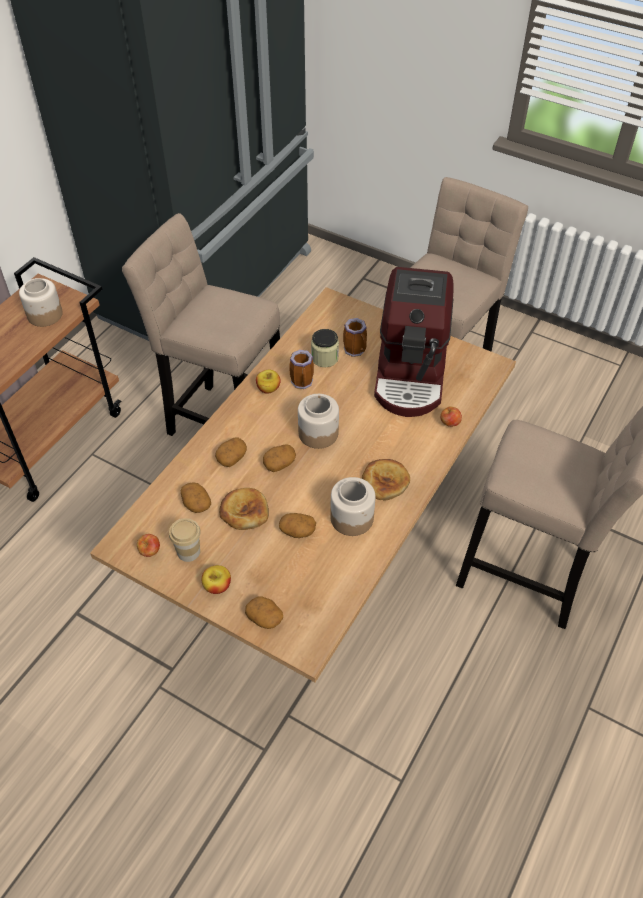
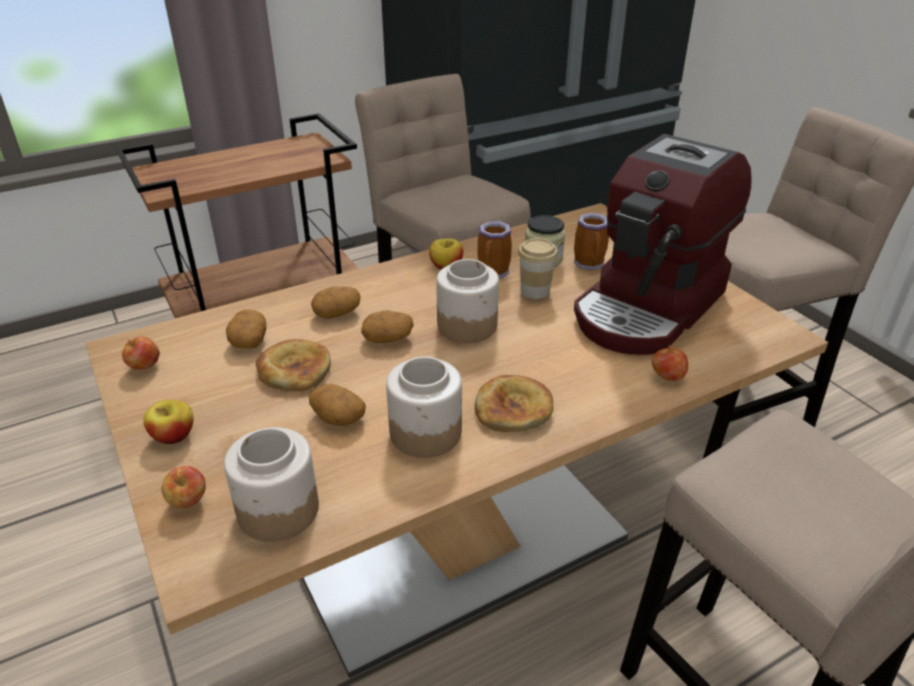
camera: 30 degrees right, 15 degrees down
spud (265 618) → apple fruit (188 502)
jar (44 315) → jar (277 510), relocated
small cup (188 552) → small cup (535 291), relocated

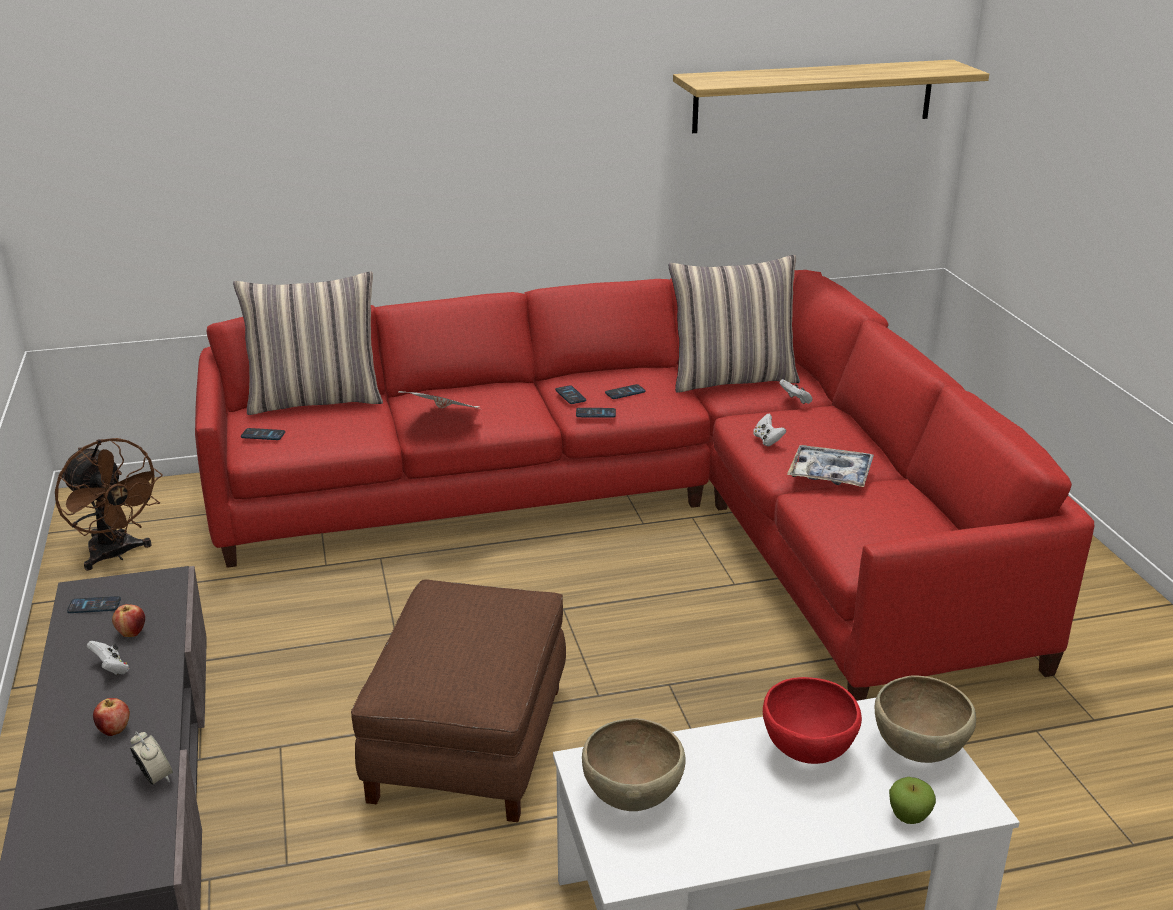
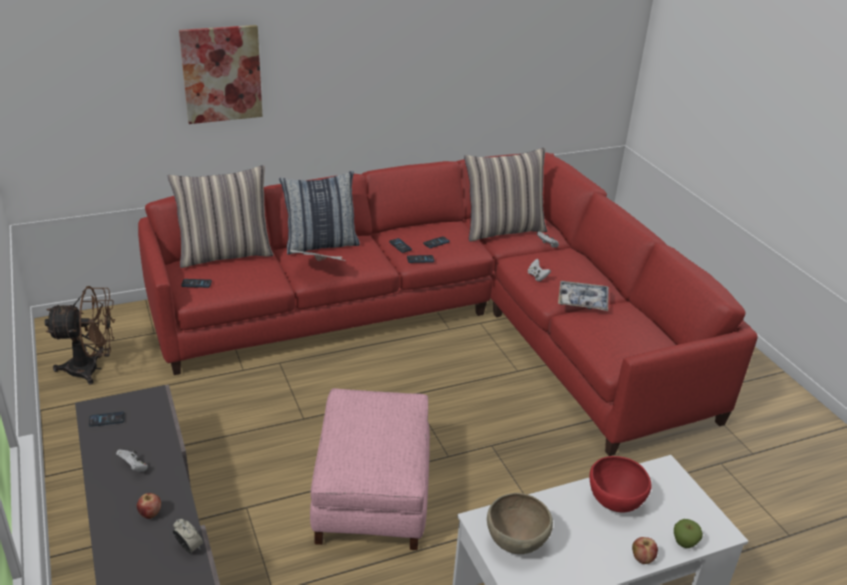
camera: 10 degrees left, 5 degrees up
electric fan in brown-coloured (116 555) → electric fan in brown-coloured (91 369), 45 degrees counterclockwise
- → wall art (221 74)
- → cushion (321 244)
pouffe in brown-coloured (470 743) → pouffe in pinkish (373 496)
apple fruit (131 633) → apple fruit (642 558), relocated
shelf (814 96) → -
deep dish in brown-coloured (918 751) → -

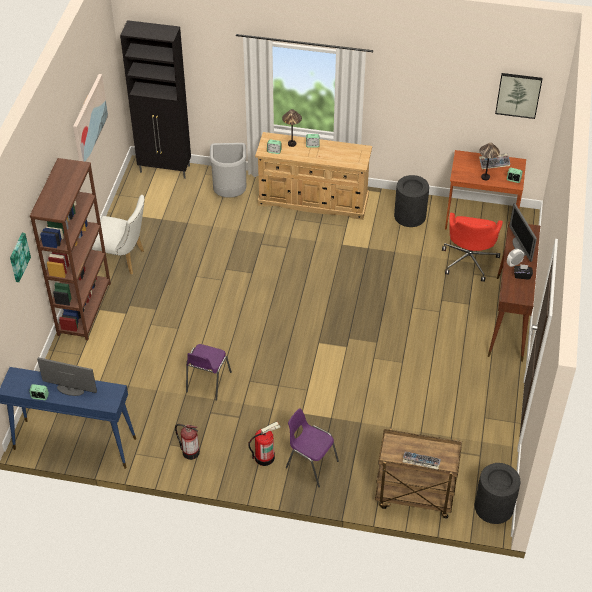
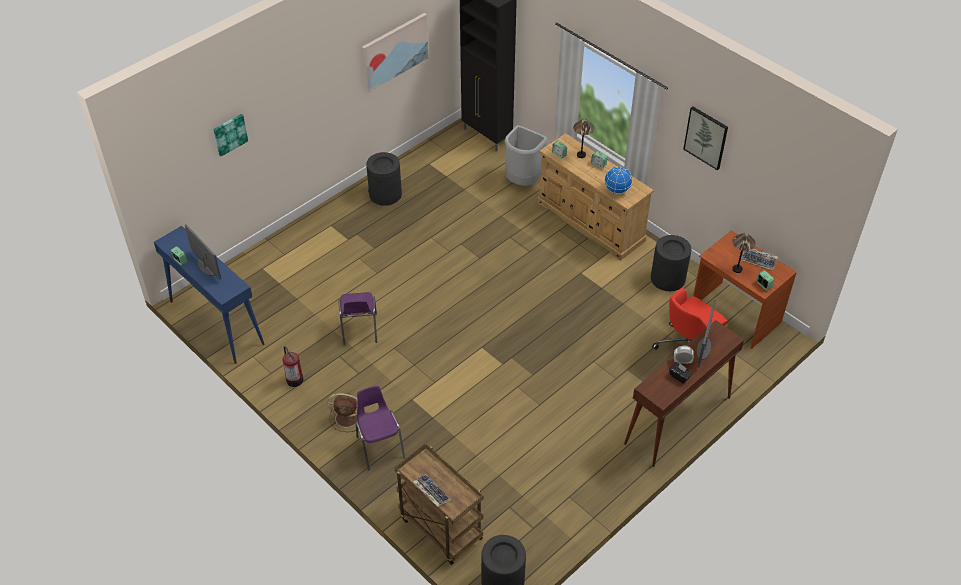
camera: 35 degrees right, 0 degrees up
fire extinguisher (264 457) → electric fan in brown-coloured (348 418)
chair in purplish (207 383) → chair in purplish (359 330), 60 degrees counterclockwise
chair in whitish (123 259) → waste bin in black-coloured (385 194)
- → world globe (617 190)
wall art (518 95) → wall art (706 137), relocated
bookshelf in brown-coloured (84 309) → -

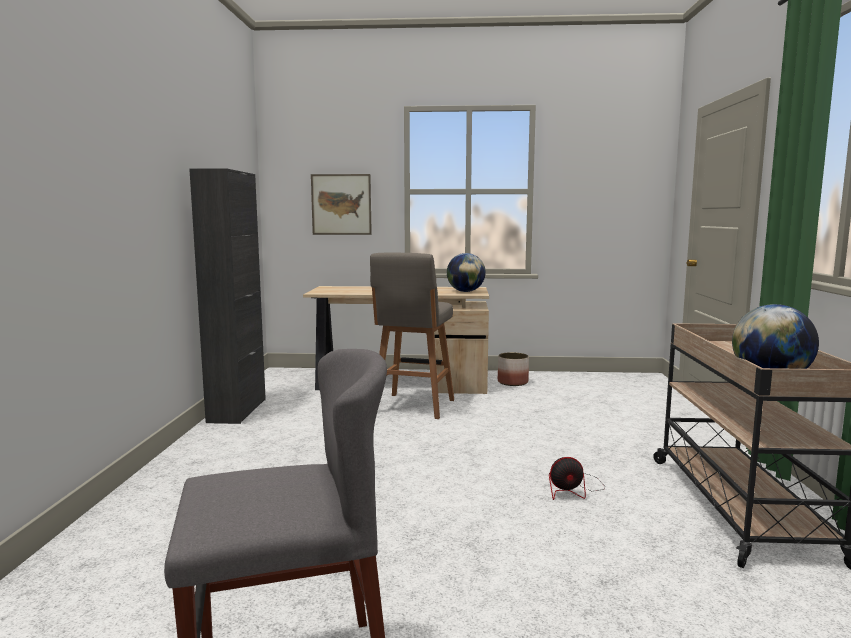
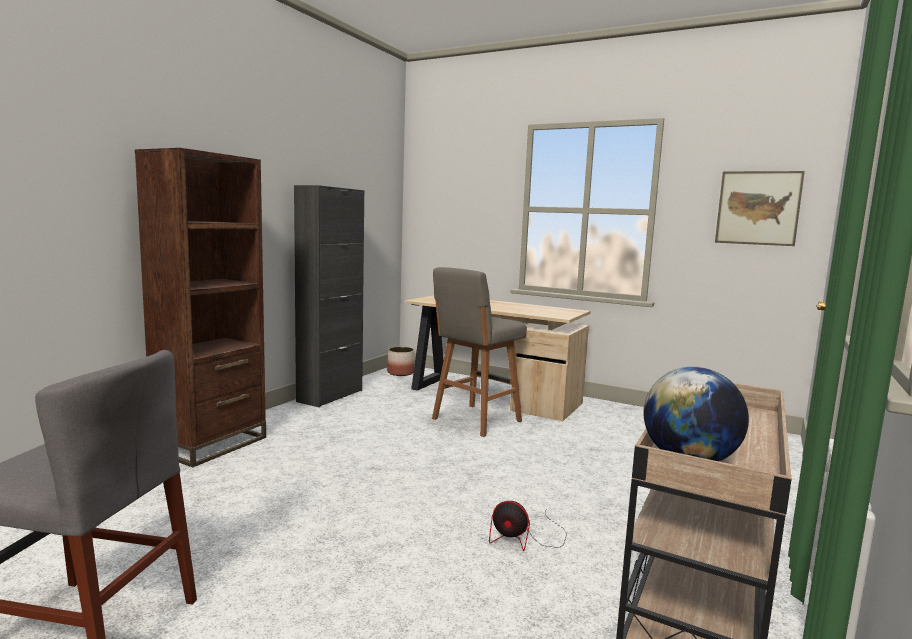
camera: 25 degrees right, 0 degrees up
- → bookshelf in brown-coloured (211 445)
planter (513 382) → planter (401 373), relocated
wall art (341 204) → wall art (758 208), relocated
world globe (465 291) → -

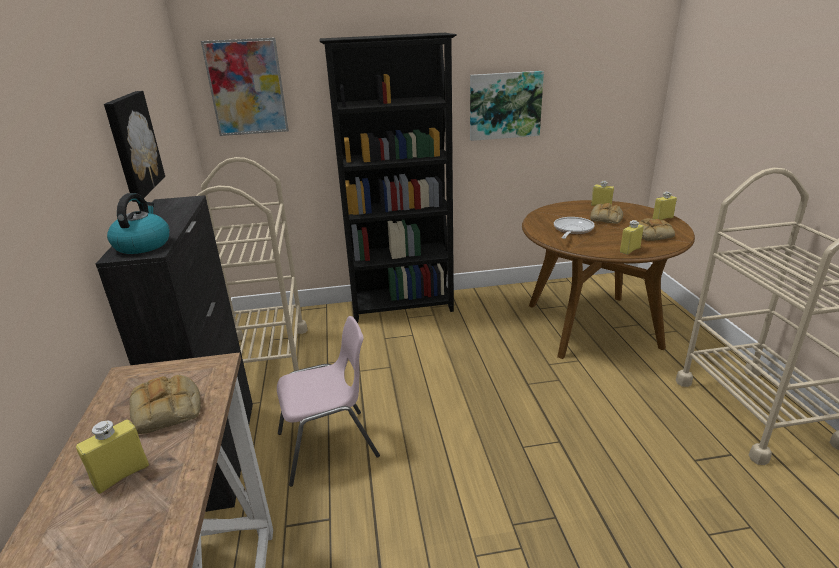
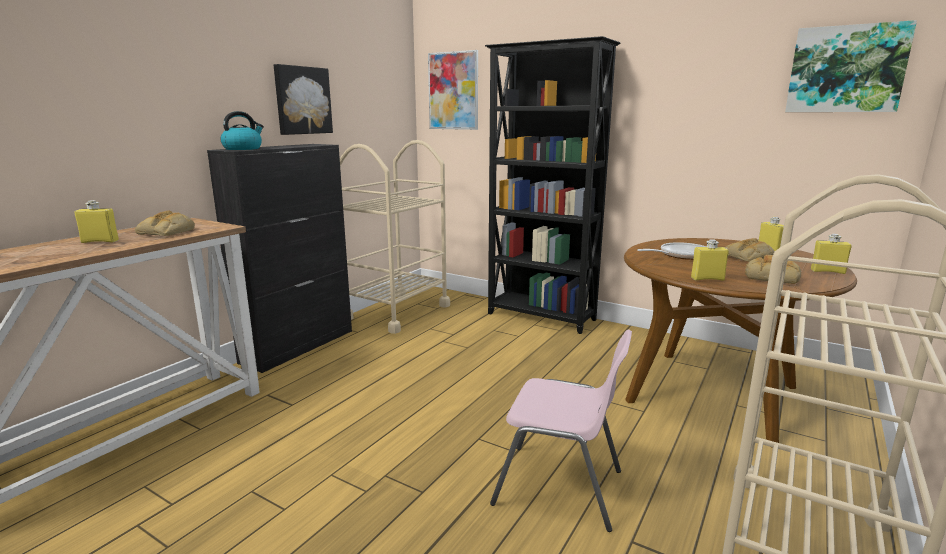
camera: 40 degrees right, 10 degrees down
chair in pinkish (329 445) → chair in pinkish (560 487), relocated
wall art (505 105) → wall art (846 69), relocated

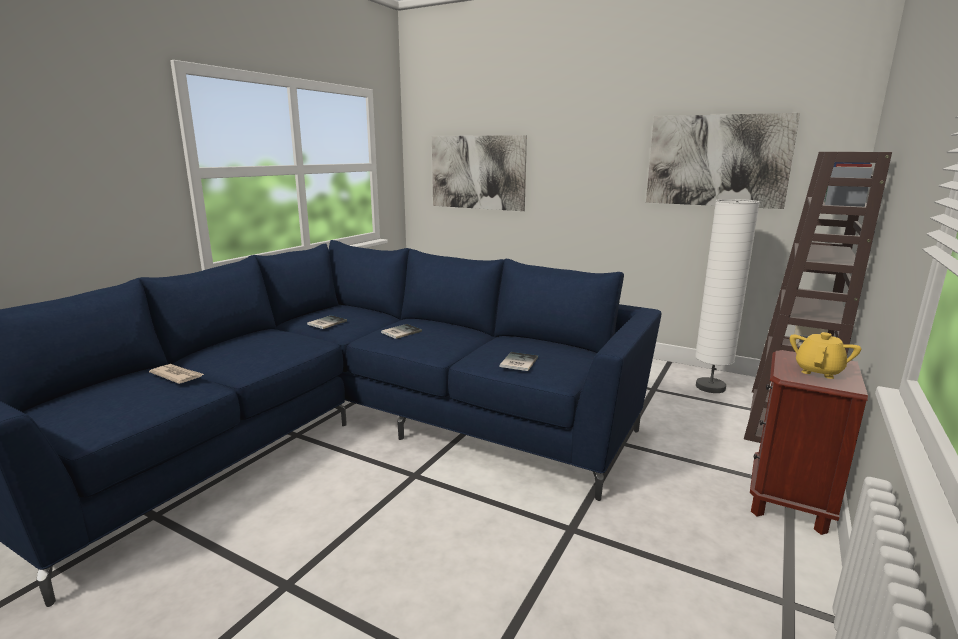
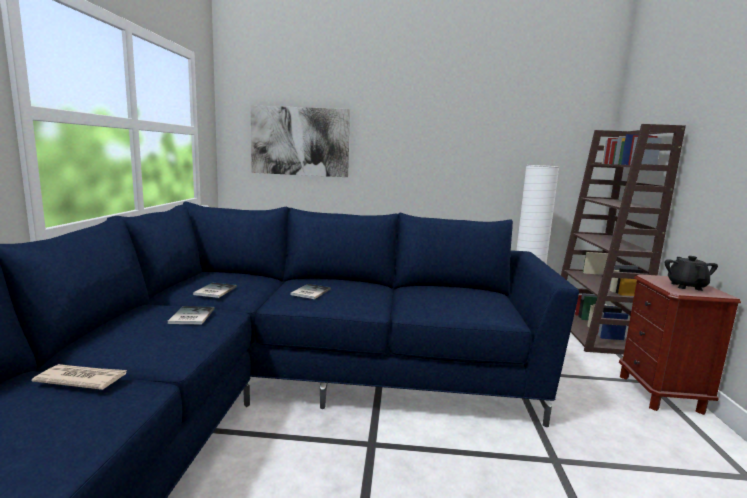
camera: 25 degrees left, 5 degrees down
book (517 362) → book (190 316), relocated
tea pot in yellowish (818 371) → tea pot in black-coloured (686 286)
wall art (717 161) → -

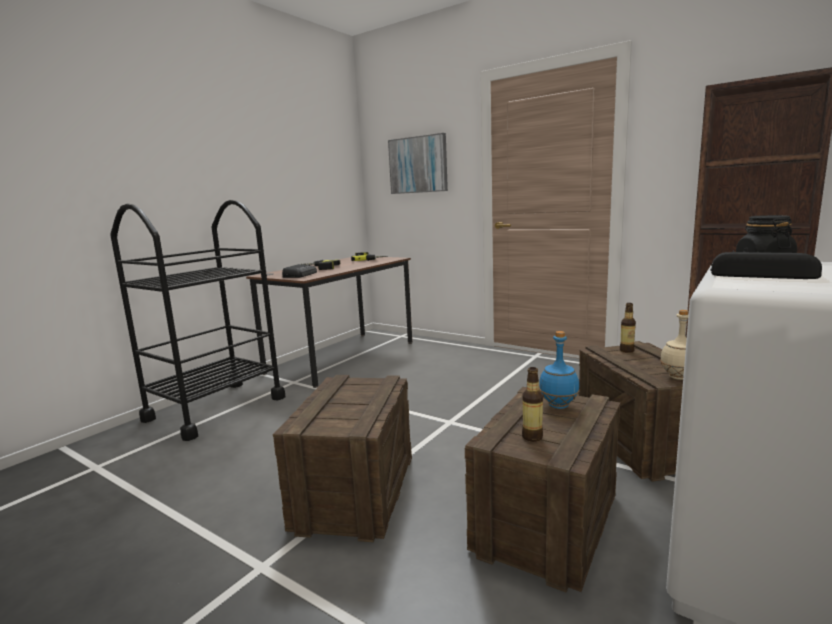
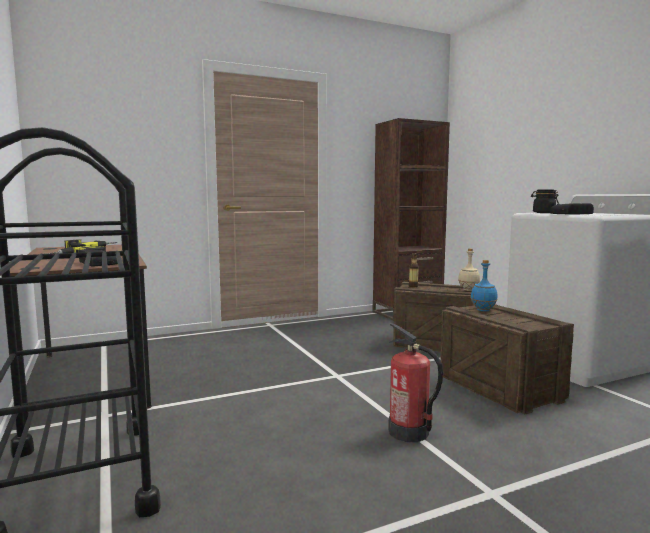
camera: 60 degrees left, 5 degrees down
shipping crate (355 492) → fire extinguisher (409 432)
wall art (418 165) → -
drink bottle (532 437) → -

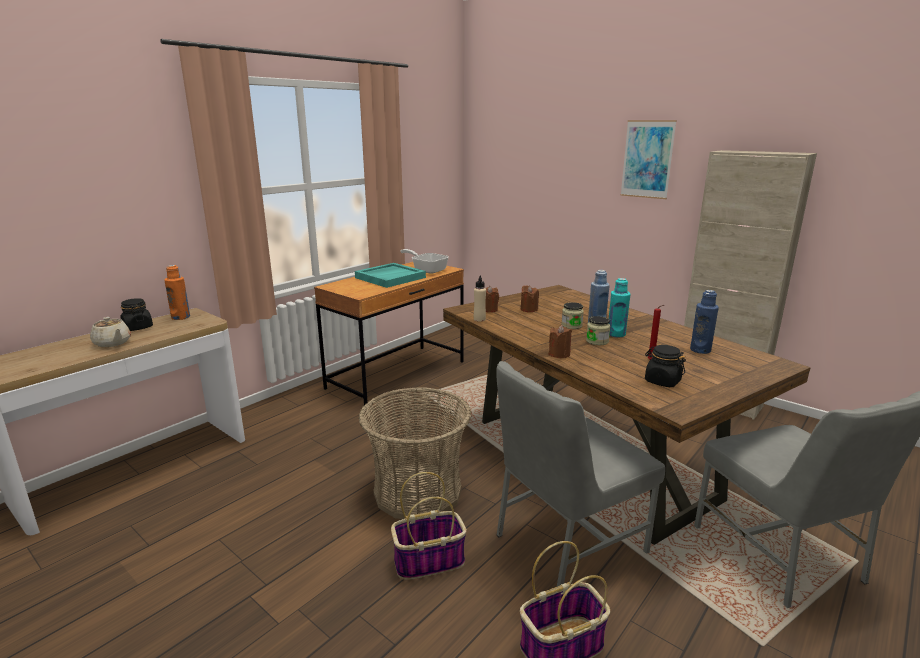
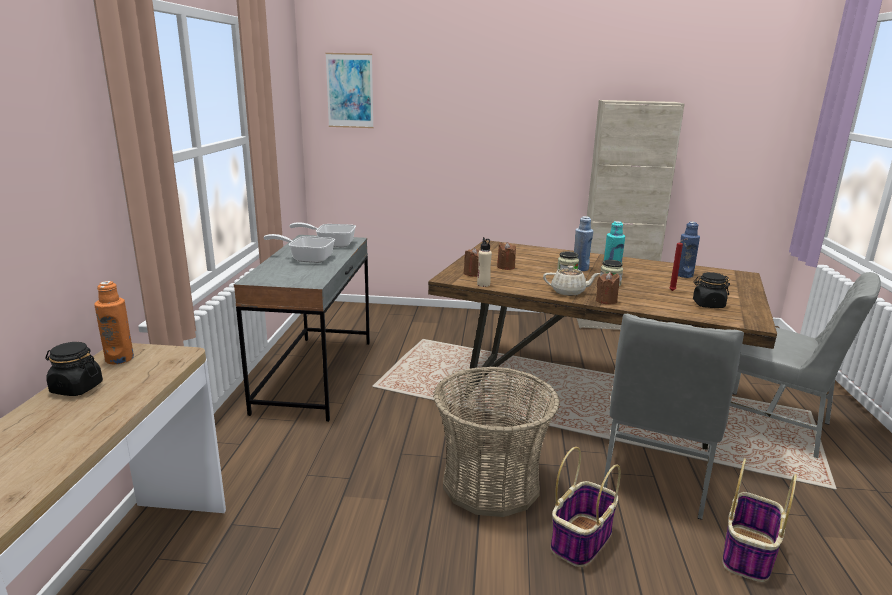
camera: 35 degrees left, 0 degrees up
desk unit in brown-coloured (397 375) → desk unit in grey (316 375)
serving tray in turquoise-coloured (390 277) → skillet (307 258)
wall art (647 159) → wall art (350 91), relocated
tea pot in beige-coloured (112 343) → tea pot in beige-coloured (569 292), relocated

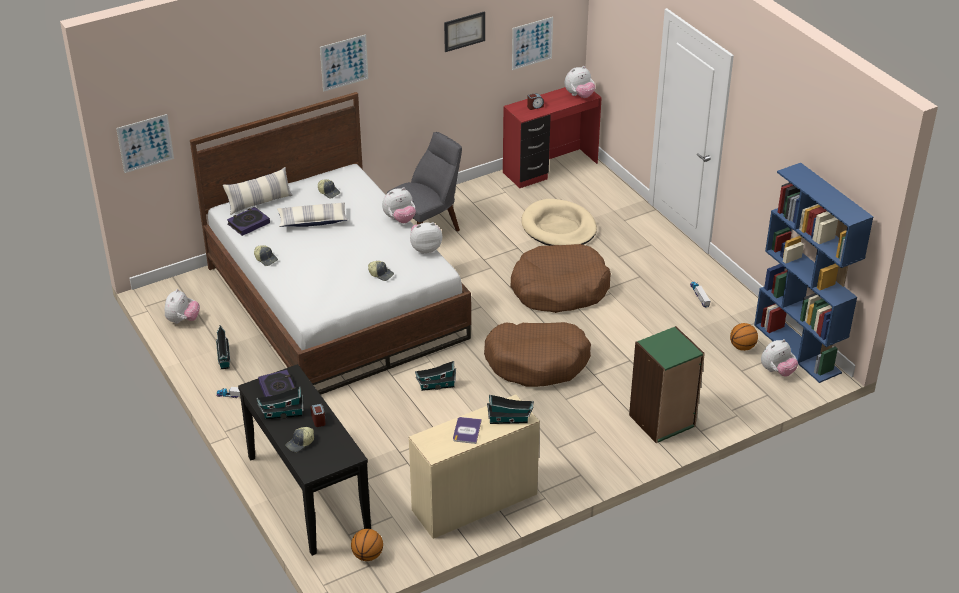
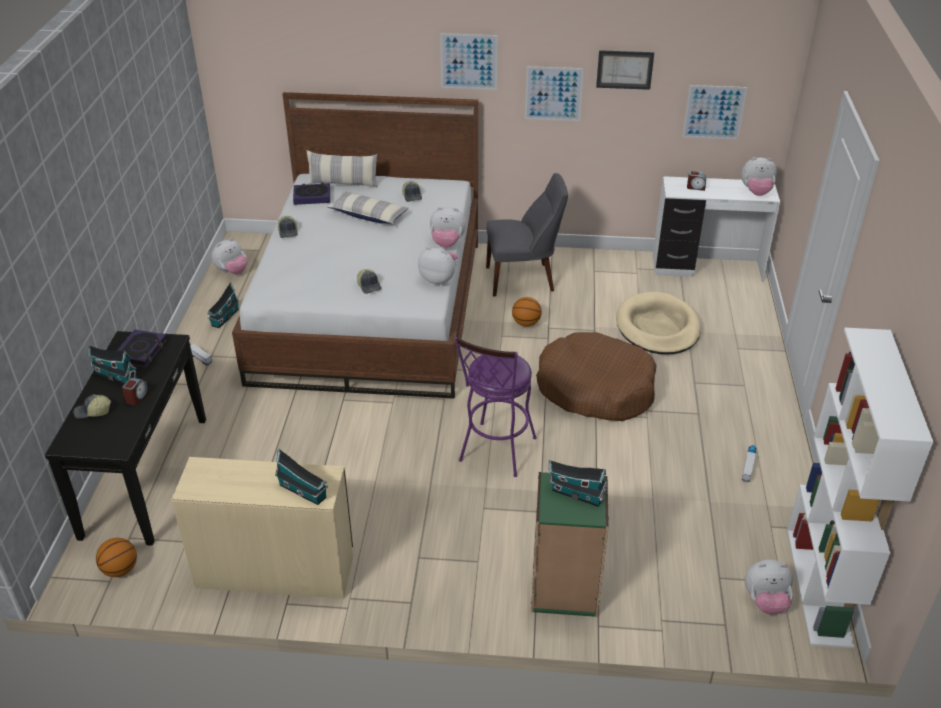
camera: 35 degrees right, 0 degrees up
dog cushion in brown-coloured (537 362) → stool in purplish (495 453)
ball for basketball (742 347) → ball for basketball (526 323), relocated
wall art (145 143) → wall art (553 93), relocated
miniature house (435 386) → miniature house (575 493), relocated
desk unit in reddish (551 168) → desk unit in whitish (707 268)
bookshelf in blue-coloured (798 348) → bookshelf in whitish (819 586)
book (467 431) → -

